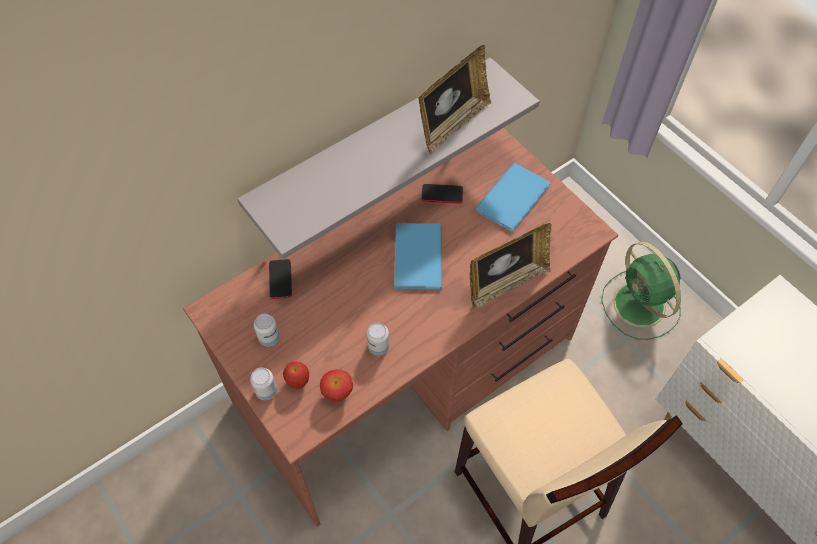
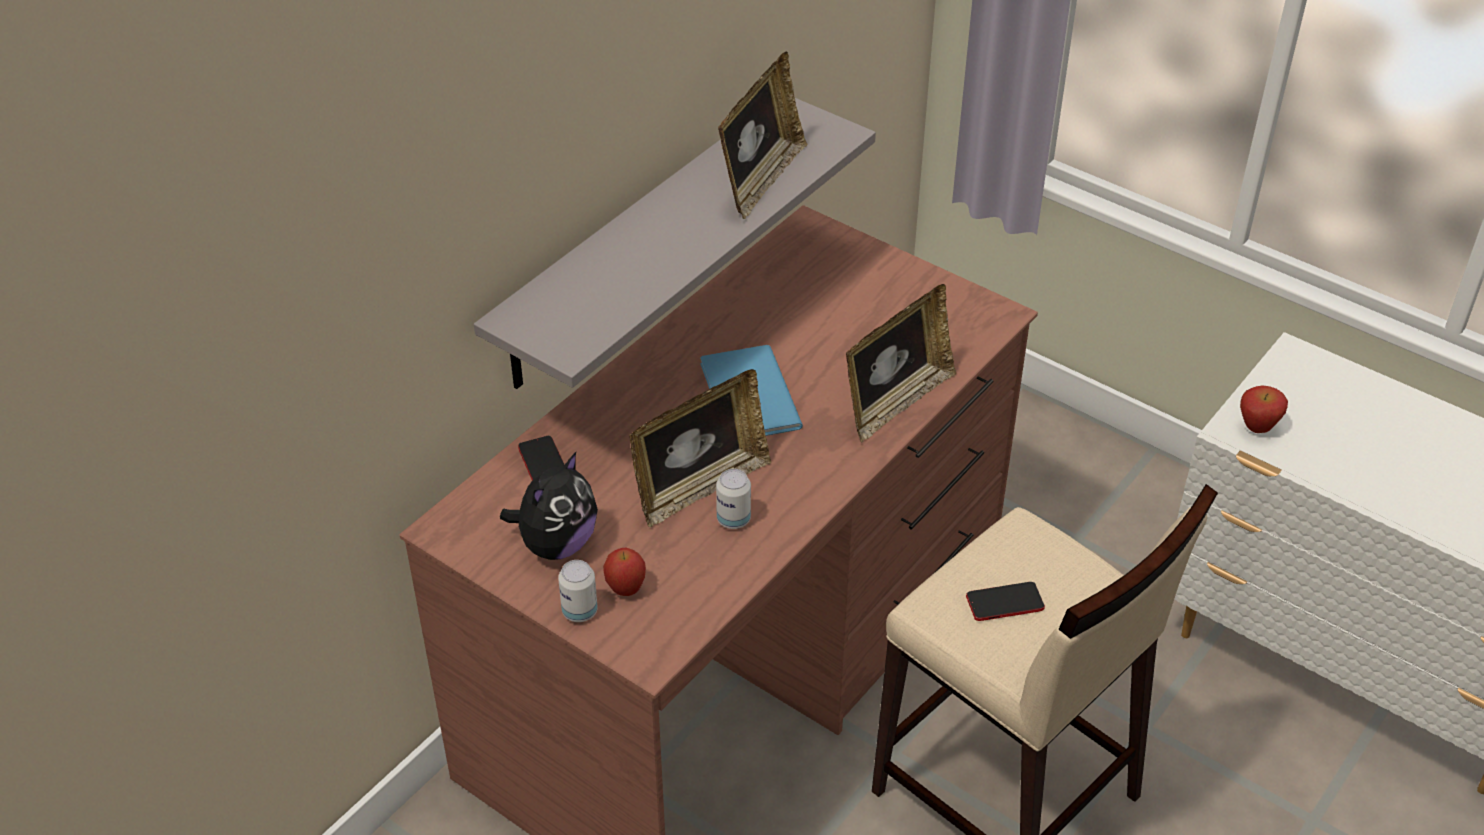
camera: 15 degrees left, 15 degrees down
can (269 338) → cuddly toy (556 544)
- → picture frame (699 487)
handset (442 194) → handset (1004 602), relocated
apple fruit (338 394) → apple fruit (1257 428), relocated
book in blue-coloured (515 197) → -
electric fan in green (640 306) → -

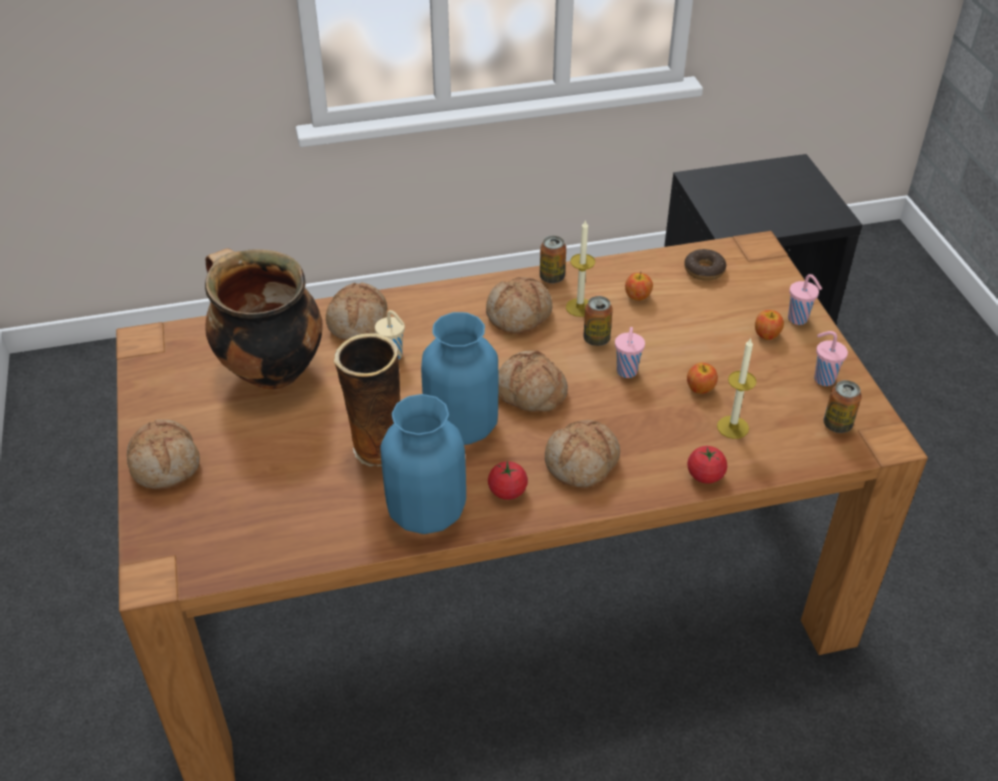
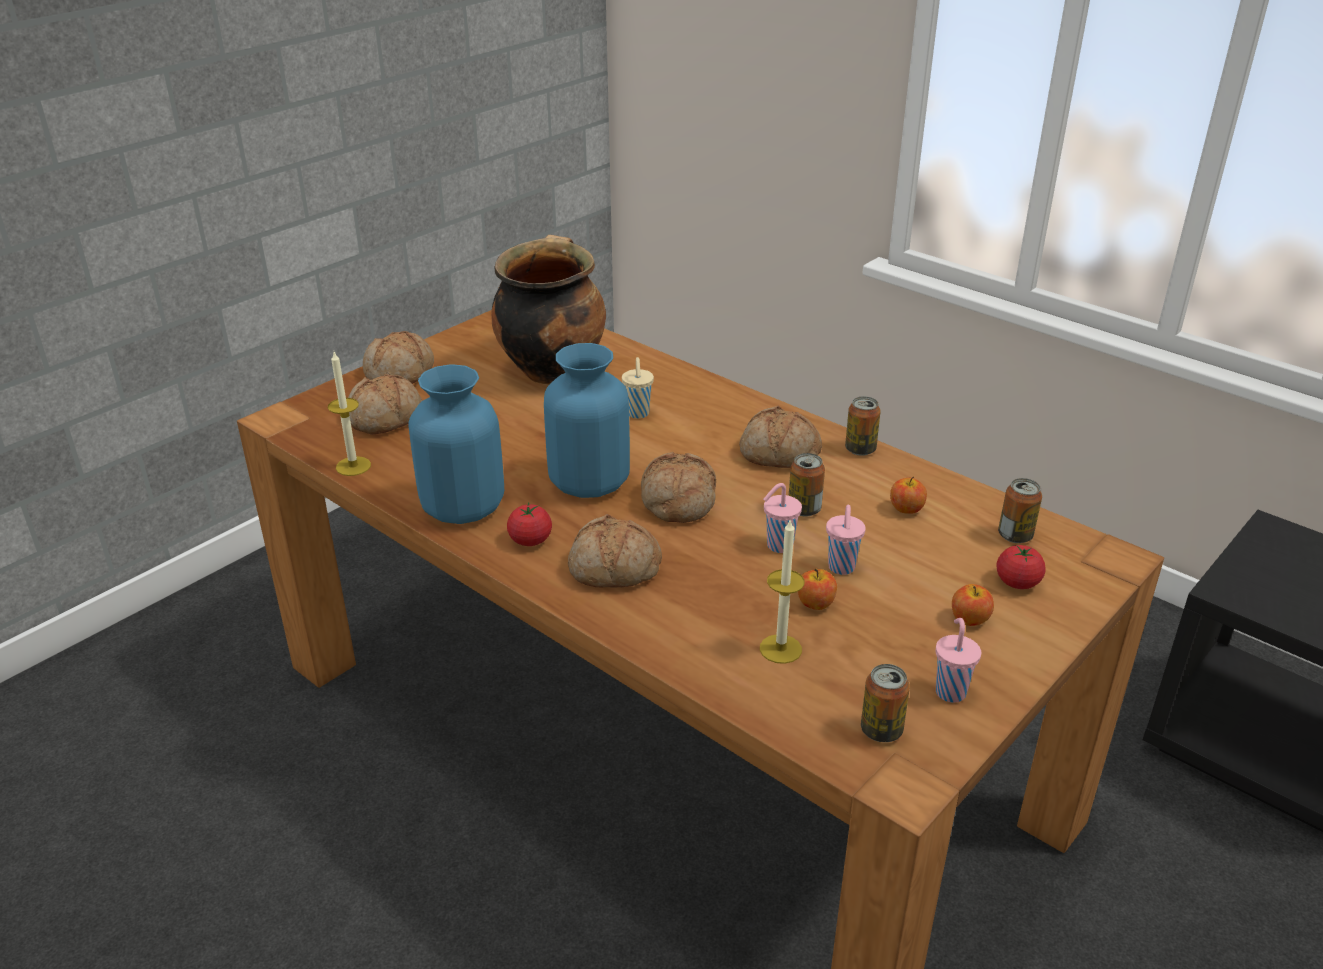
camera: 55 degrees right, 10 degrees down
wax light (579 307) → wax light (353 466), relocated
bakery bread (359 322) → bakery bread (386 418), relocated
small cup in pinkish (799 319) → small cup in pinkish (841 568), relocated
tomato (705 475) → tomato (1017 582), relocated
donut (704 270) → can (1015 535)
vase (376 450) → -

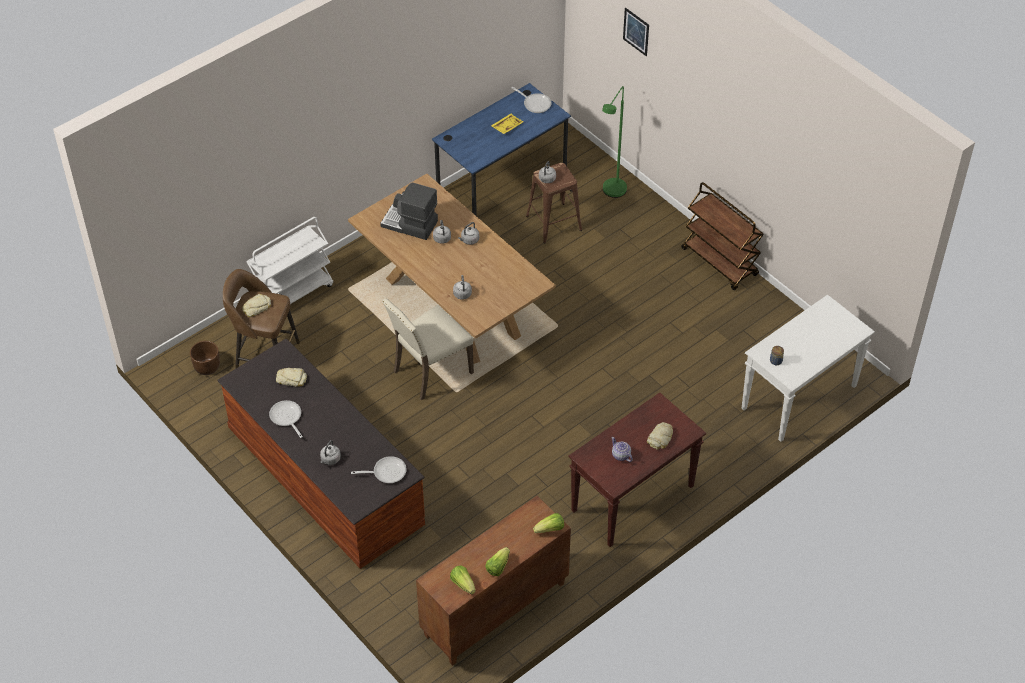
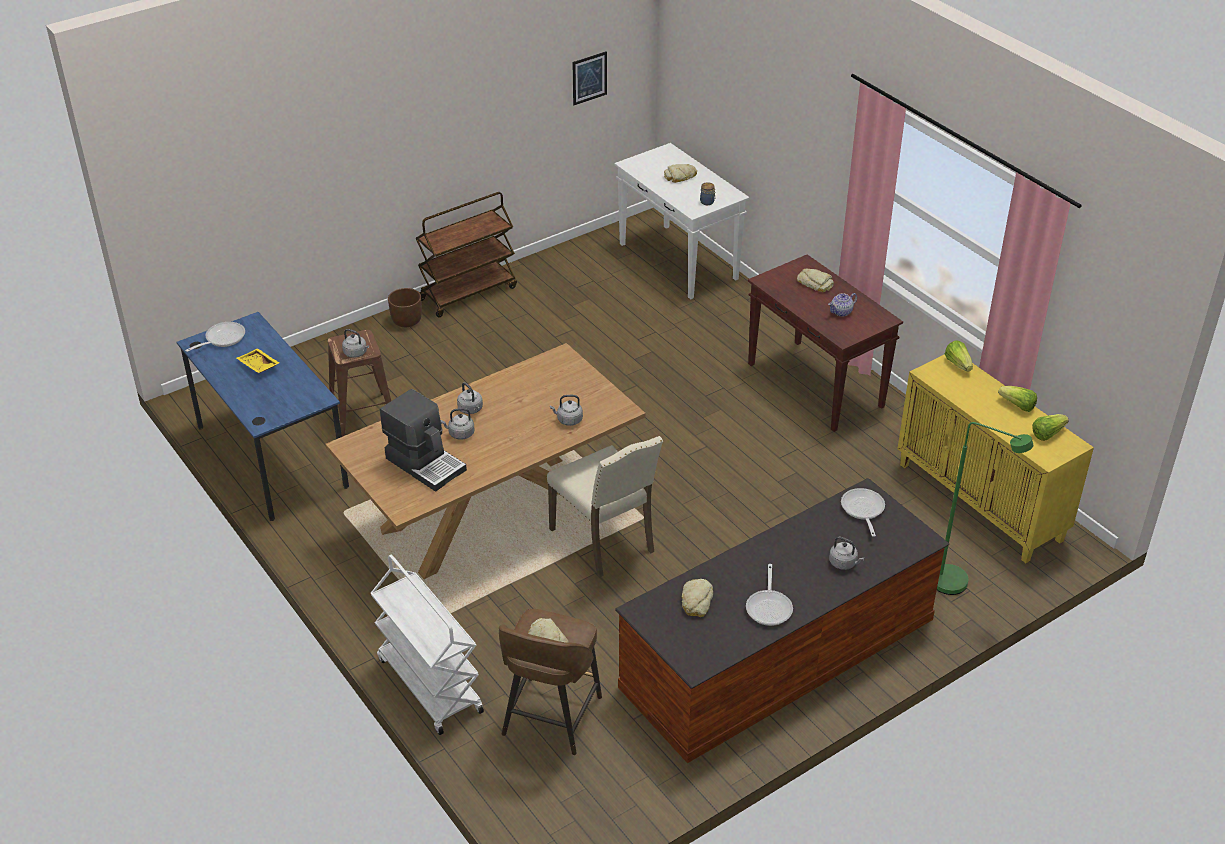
camera: 85 degrees left, 10 degrees down
coffee maker (409 224) → coffee maker (426 463), 75 degrees counterclockwise
planter in brown-coloured (207 367) → planter in brown-coloured (406 320), relocated
wall art (636 31) → wall art (589 78), relocated
- → bakery bread (680 176)
skillet (286 418) → skillet (769 607), 60 degrees counterclockwise
cupboard in brown-coloured (494 610) → cupboard in yellowish (981 502)
standing lamp in green (611 193) → standing lamp in green (959 585), relocated

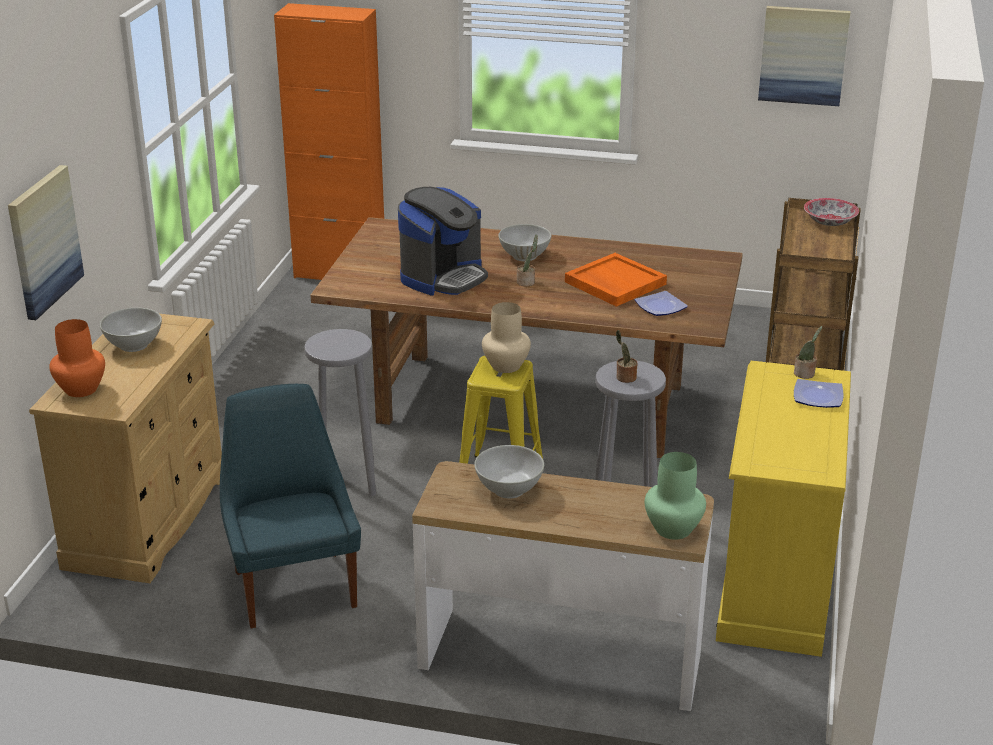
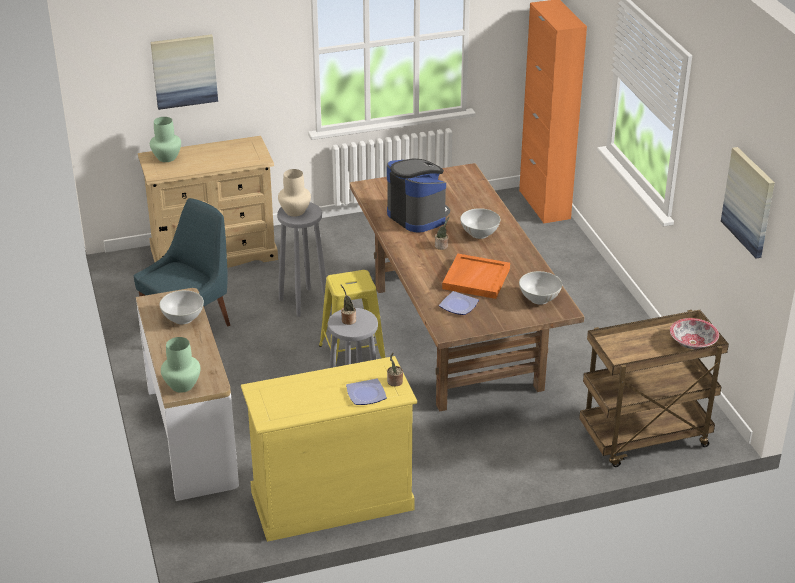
camera: 60 degrees right, 5 degrees up
vase in orange (82 389) → vase in green (167 158)
vase in beige-coloured (506 365) → vase in beige-coloured (295 211), relocated
coffee maker (443 277) → coffee maker (417 216), 135 degrees counterclockwise
deep dish in whitish (133 345) → deep dish in whitish (539 298), relocated

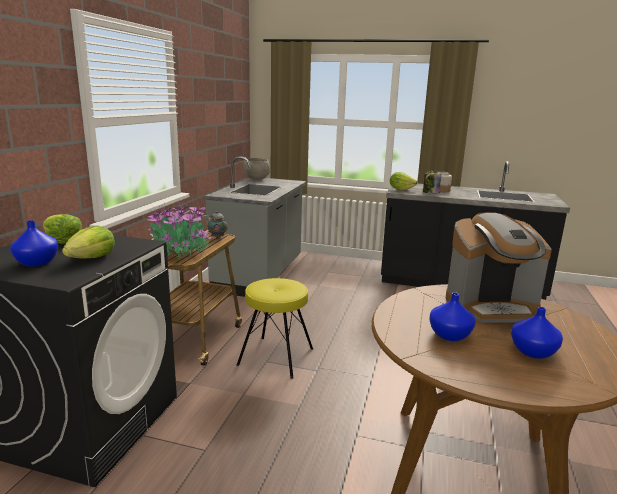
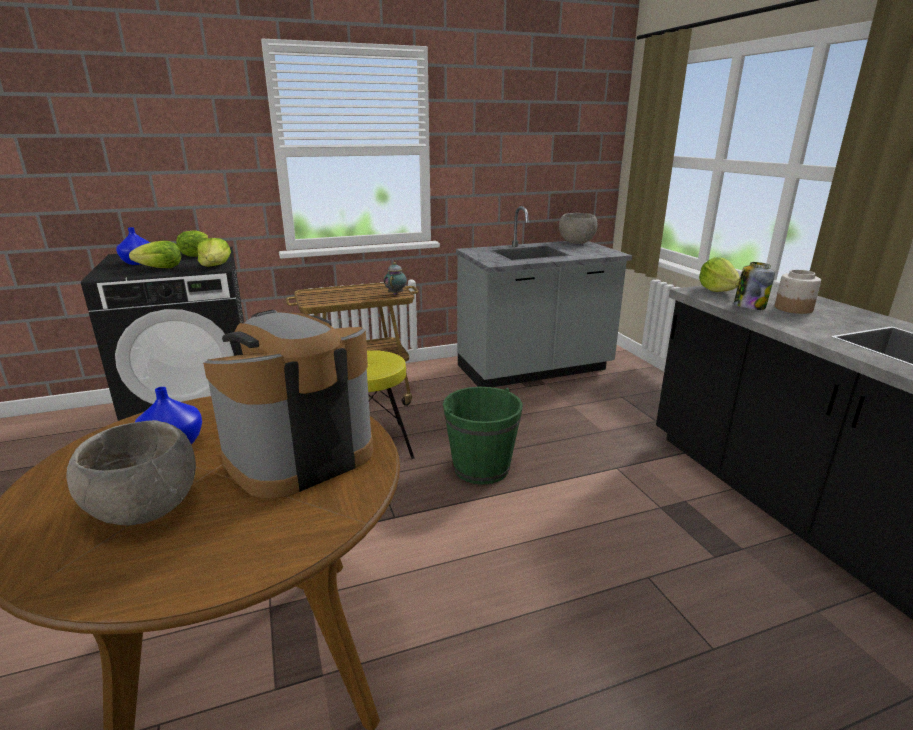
camera: 55 degrees right, 5 degrees up
vase in blue-coloured (533 352) → deep dish in grey (144 511)
- → lettuce head (215 266)
coffee maker (490 307) → coffee maker (299 456), 90 degrees clockwise
- → water bucket in green (481 468)
plant in a pot (181 250) → -

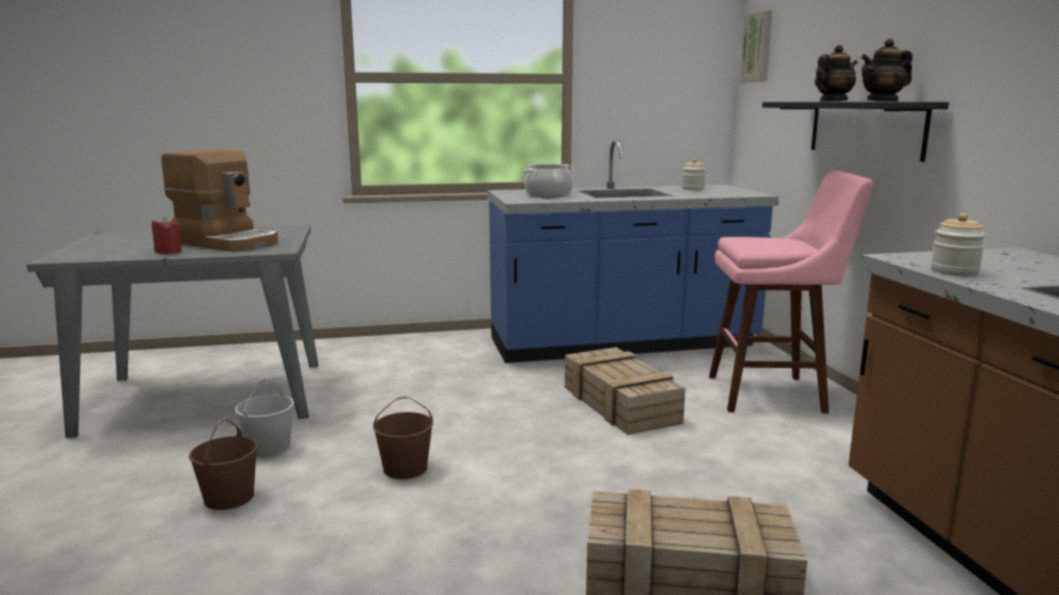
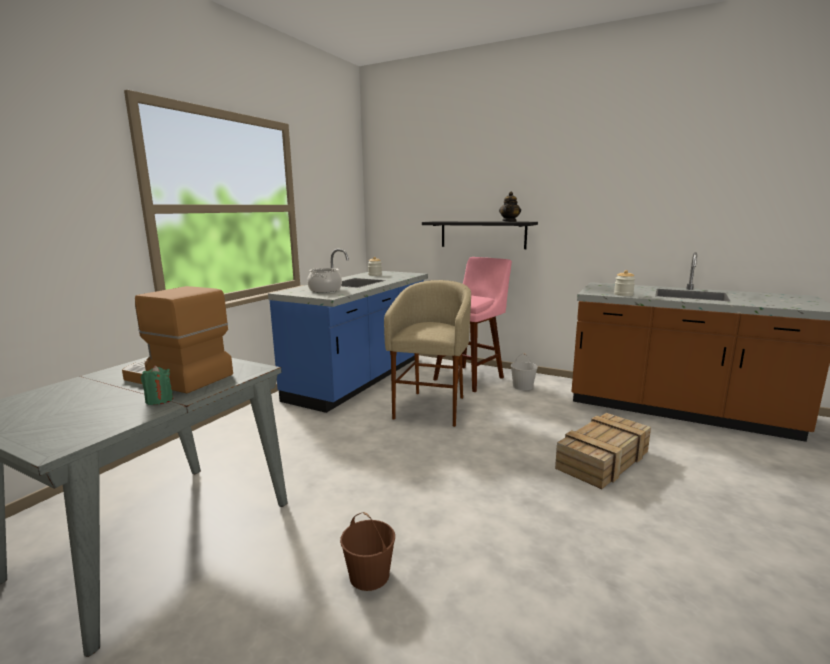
camera: 50 degrees left, 0 degrees up
coffee maker (227 242) → coffee maker (176 377), 135 degrees counterclockwise
wax light in reddish (168 251) → wax light in green (159 400)
shipping crate (622 405) → stool in beige-coloured (432 408)
water bucket in whitish (268 448) → water bucket in whitish (523 386), relocated
water bucket in brown-coloured (406 468) → -
wall art (758 47) → -
tea pot (832 101) → -

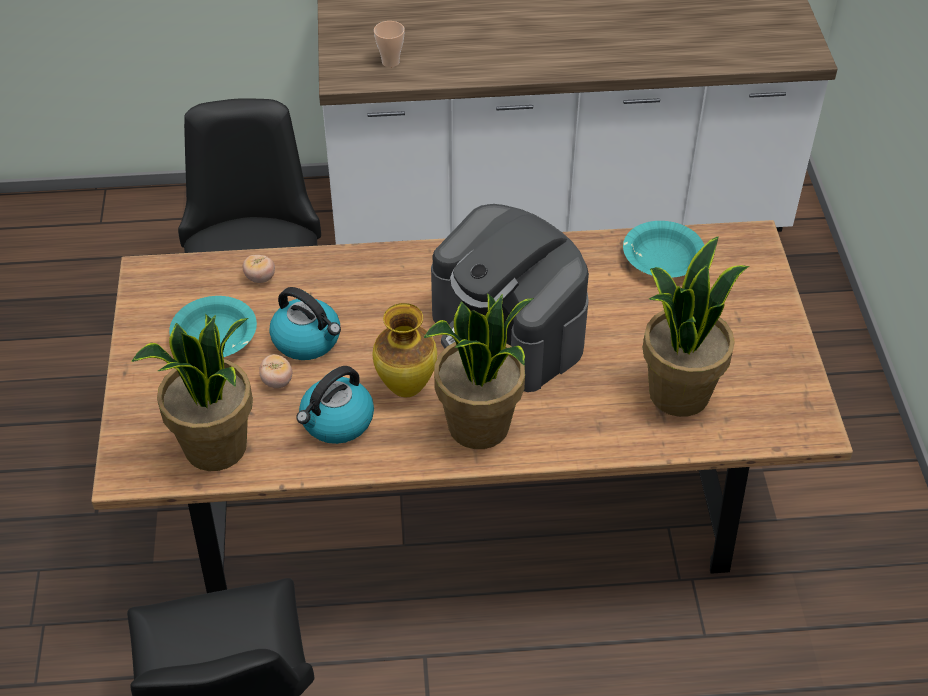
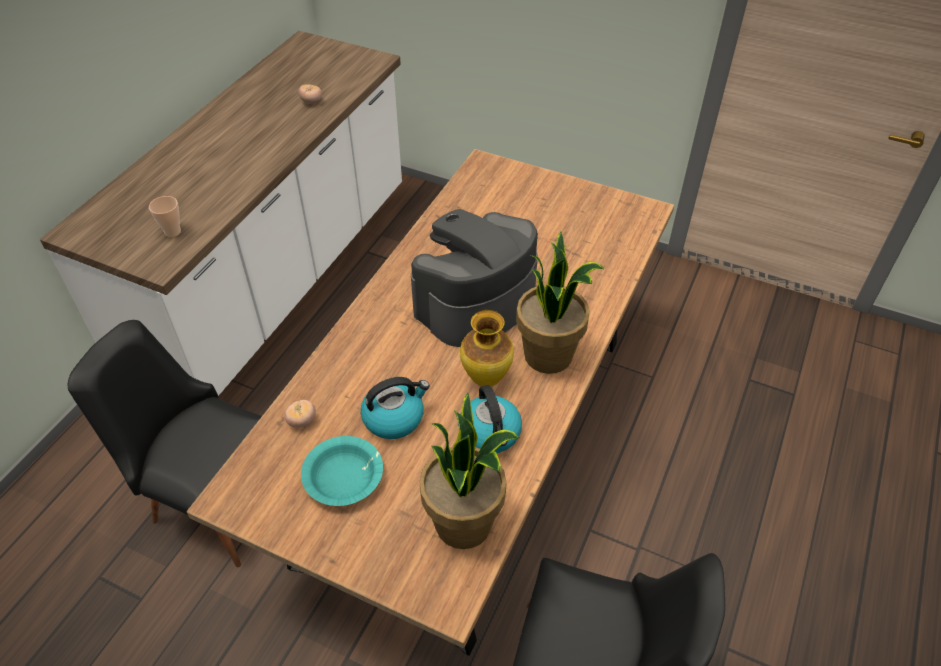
camera: 60 degrees left, 0 degrees up
tomato (277 381) → tomato (311 102), relocated
coffee maker (509 332) → coffee maker (475 303), 150 degrees clockwise
deep dish in turquoise-coloured (662 259) → -
plant in a pot (678 392) → -

